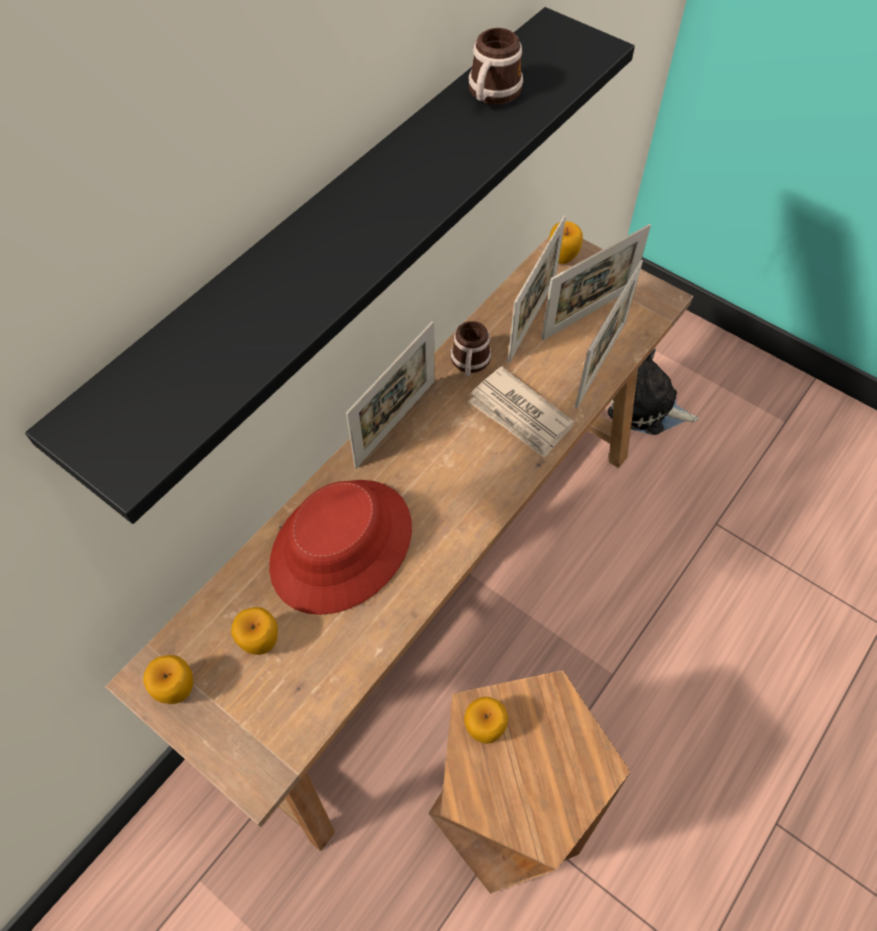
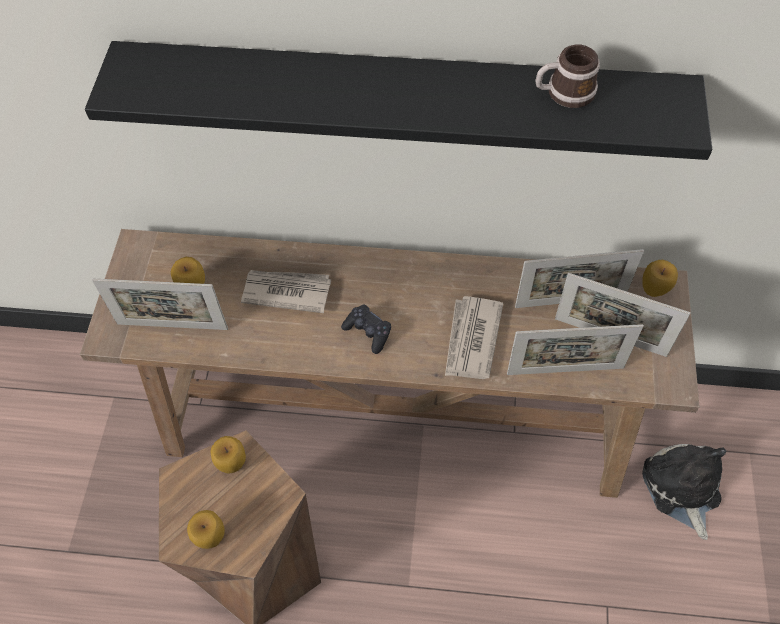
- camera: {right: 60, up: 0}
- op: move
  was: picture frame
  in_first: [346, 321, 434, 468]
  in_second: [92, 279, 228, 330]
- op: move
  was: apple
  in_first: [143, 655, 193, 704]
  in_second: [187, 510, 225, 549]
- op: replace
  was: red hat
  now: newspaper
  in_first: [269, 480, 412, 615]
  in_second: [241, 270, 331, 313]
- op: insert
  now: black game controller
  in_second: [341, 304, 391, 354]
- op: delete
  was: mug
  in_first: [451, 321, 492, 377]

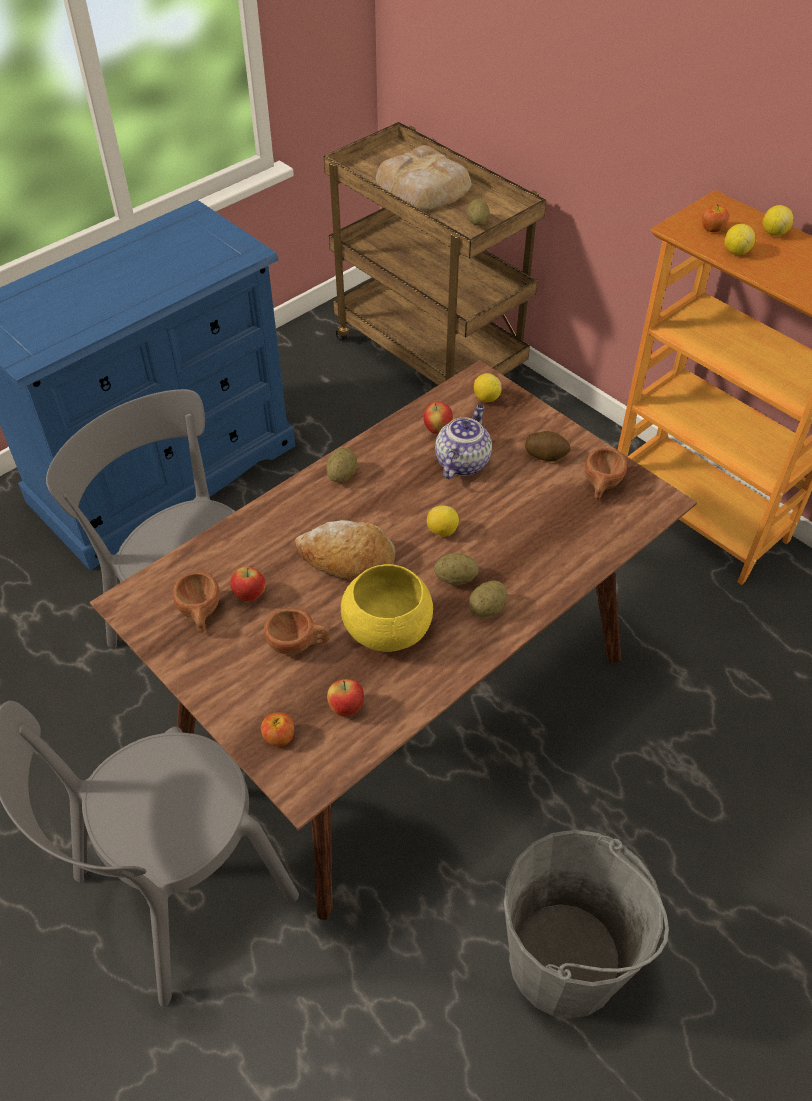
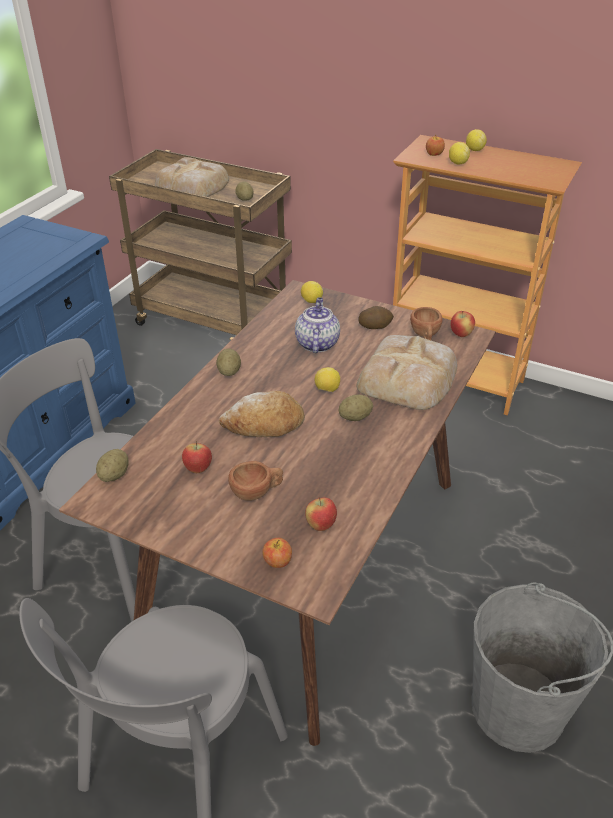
- camera: {right: -20, up: -10}
- op: move
  was: potato
  in_first: [469, 580, 507, 617]
  in_second: [96, 449, 129, 482]
- op: insert
  now: bread
  in_second: [357, 335, 457, 410]
- op: move
  was: apple
  in_first: [423, 401, 453, 434]
  in_second: [450, 311, 475, 337]
- op: delete
  was: brown cup
  in_first: [173, 572, 220, 633]
- op: delete
  was: yellow bowl
  in_first: [341, 564, 433, 652]

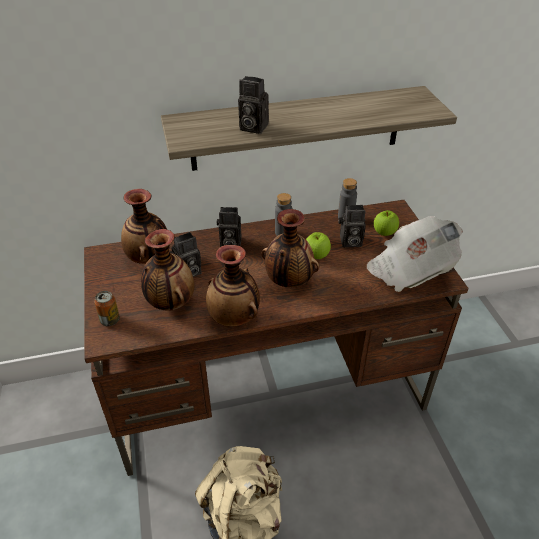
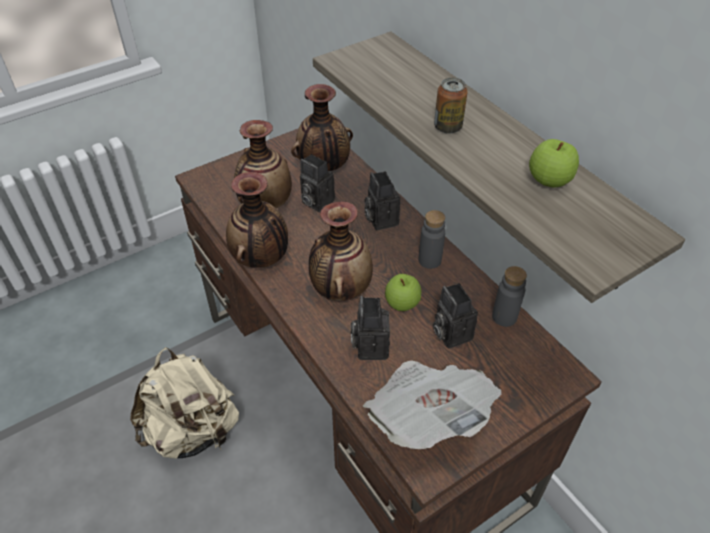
- camera: {right: 70, up: 5}
- op: move
  was: photo camera
  in_first: [238, 76, 269, 134]
  in_second: [351, 295, 390, 360]
- op: move
  was: can
  in_first: [94, 291, 120, 326]
  in_second: [434, 77, 468, 134]
- op: move
  was: apple
  in_first: [374, 210, 399, 236]
  in_second: [529, 139, 579, 187]

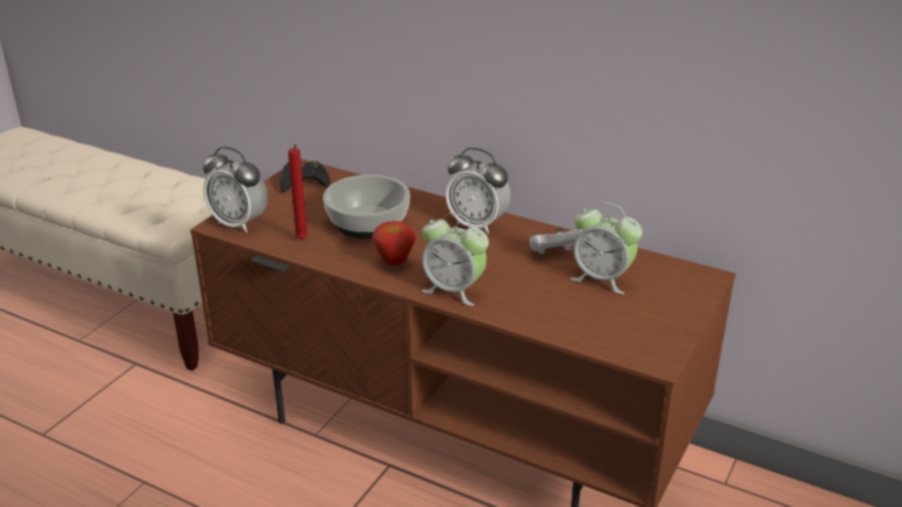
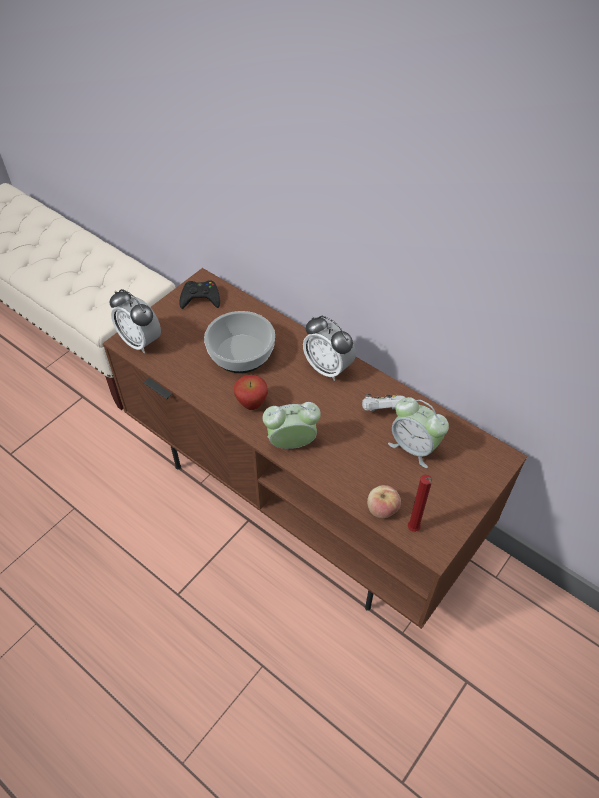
- camera: {right: 10, up: 20}
- op: rotate
  was: alarm clock
  in_first: [421, 213, 489, 306]
  in_second: [263, 402, 321, 449]
  clockwise: 135
- op: insert
  now: apple
  in_second: [367, 485, 401, 518]
- op: move
  was: red candle
  in_first: [288, 144, 309, 240]
  in_second: [408, 475, 432, 532]

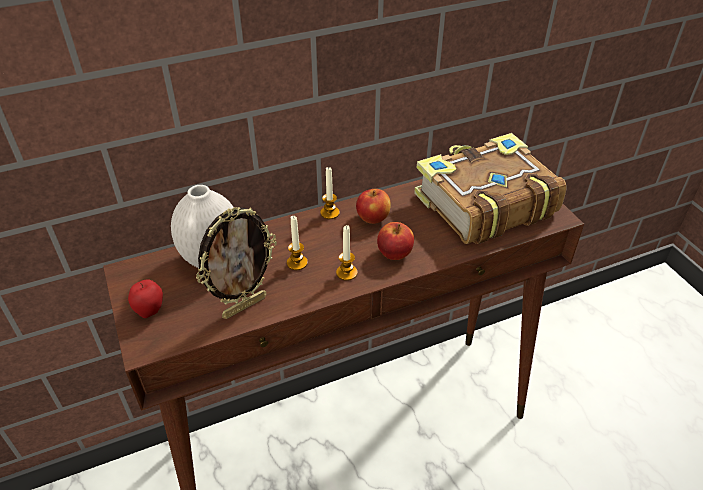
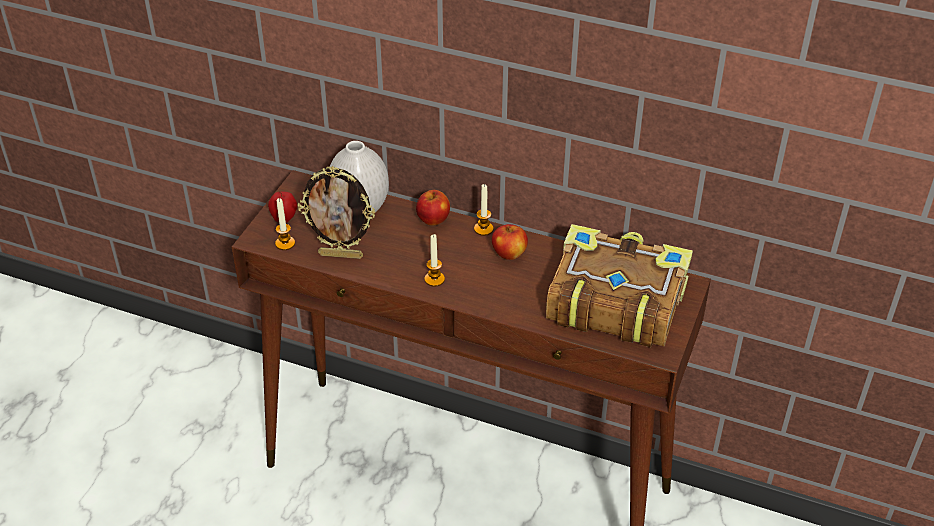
- camera: {right: 45, up: 0}
- op: move
  was: candle
  in_first: [287, 216, 308, 270]
  in_second: [275, 198, 295, 250]
- op: move
  was: apple
  in_first: [377, 222, 414, 260]
  in_second: [416, 190, 450, 226]

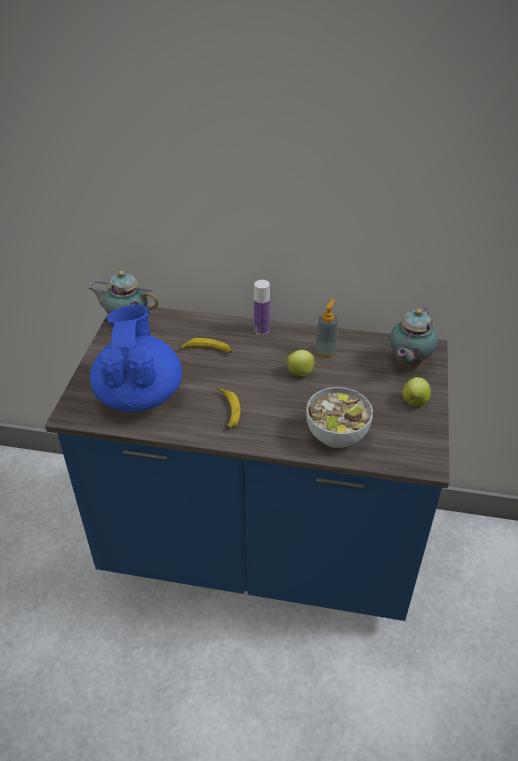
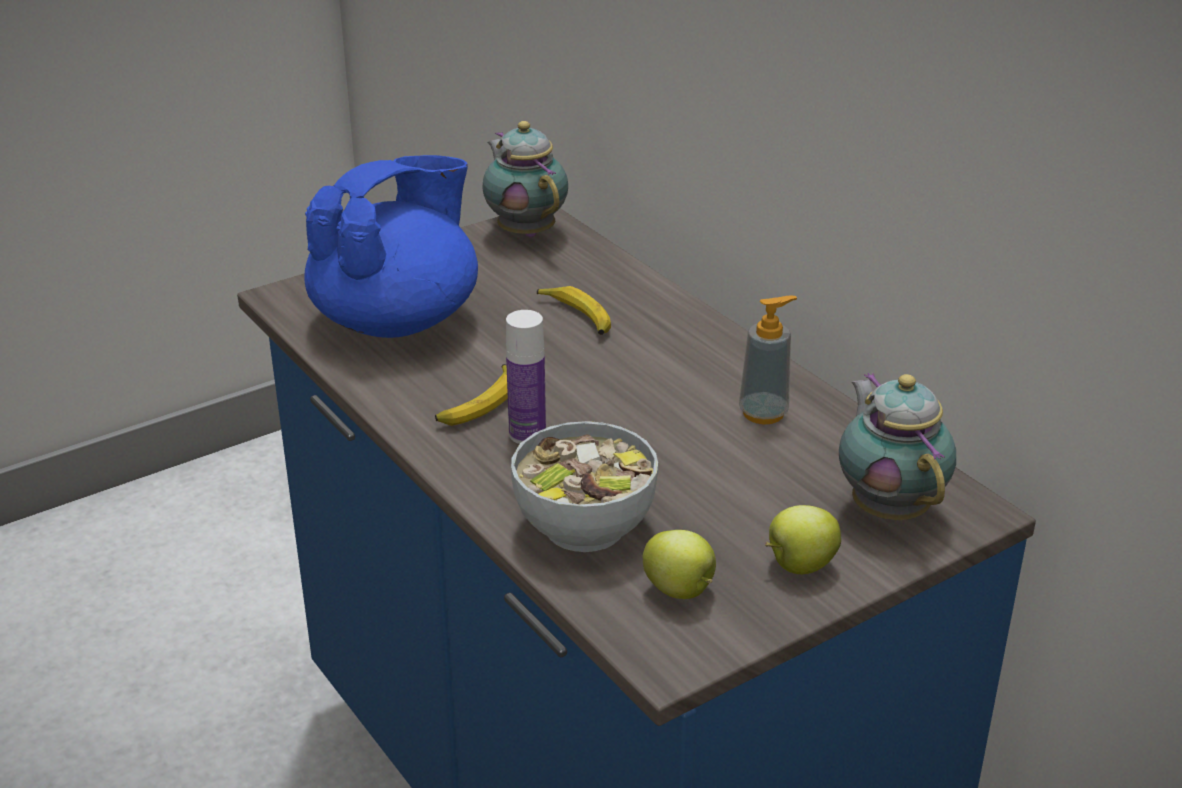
- camera: {right: 45, up: -10}
- op: move
  was: bottle
  in_first: [254, 280, 270, 335]
  in_second: [506, 310, 546, 444]
- op: move
  was: apple
  in_first: [286, 350, 317, 376]
  in_second: [643, 530, 716, 599]
- op: rotate
  was: teapot
  in_first: [390, 307, 438, 367]
  in_second: [839, 373, 956, 520]
  clockwise: 90

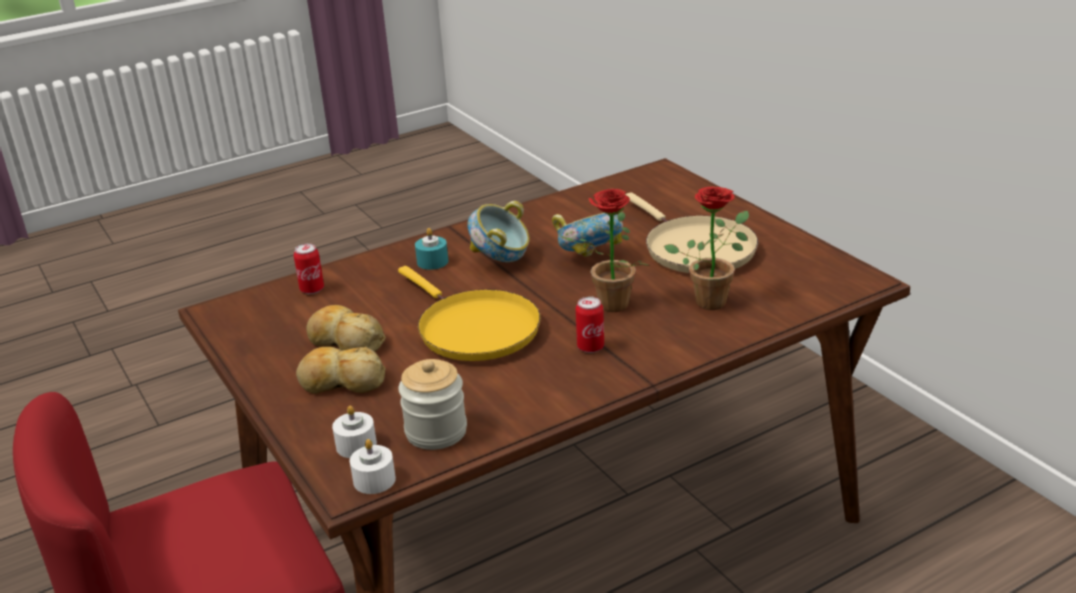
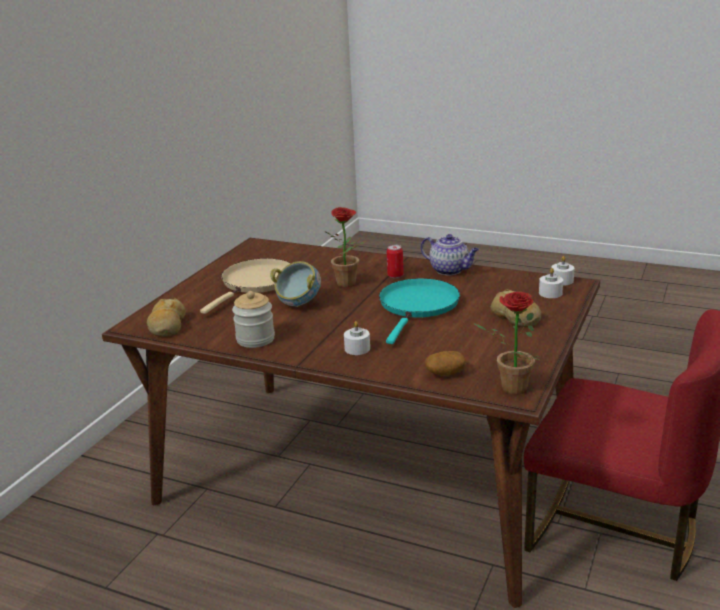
- camera: {right: -125, up: -5}
- op: move
  was: bread
  in_first: [307, 305, 386, 352]
  in_second: [147, 297, 186, 337]
- op: move
  was: jar
  in_first: [398, 359, 467, 450]
  in_second: [232, 291, 275, 348]
- op: recolor
  was: turquoise candle
  now: white candle
  in_first: [415, 228, 448, 270]
  in_second: [344, 321, 370, 355]
- op: recolor
  was: yellow frying pan
  now: turquoise frying pan
  in_first: [398, 266, 541, 361]
  in_second: [379, 278, 460, 344]
- op: insert
  now: teapot
  in_second: [421, 234, 479, 275]
- op: replace
  was: can
  now: potato
  in_first: [294, 243, 324, 294]
  in_second: [425, 351, 466, 376]
- op: move
  was: potted plant
  in_first: [664, 187, 749, 310]
  in_second: [473, 292, 540, 395]
- op: delete
  was: bowl
  in_first: [467, 201, 530, 262]

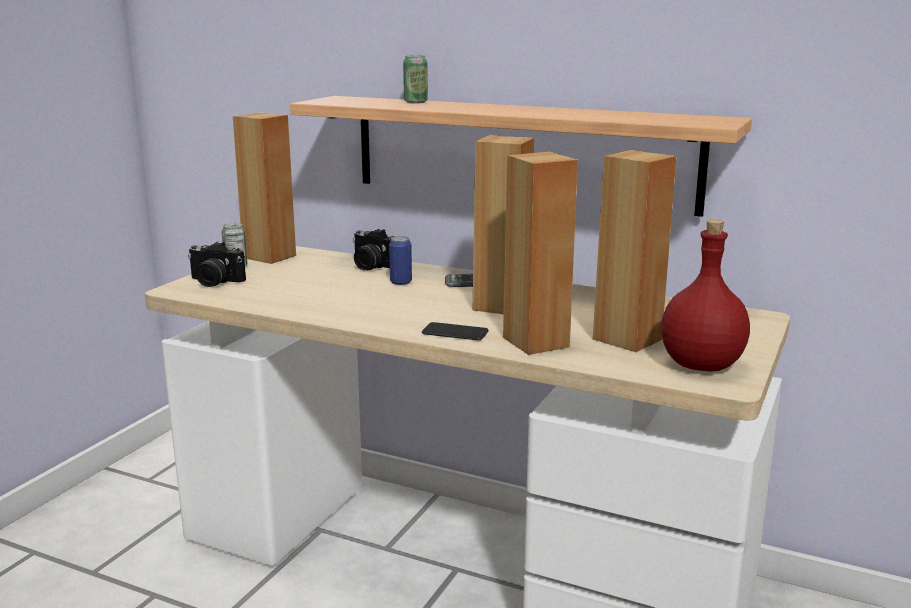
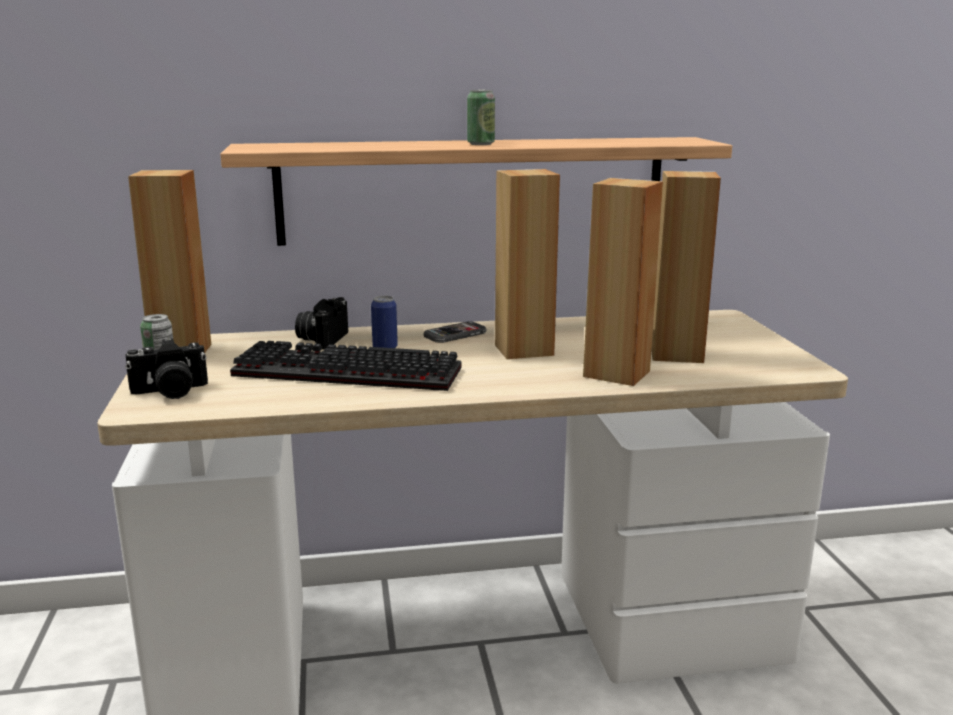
- camera: {right: -35, up: 0}
- op: insert
  now: keyboard
  in_second: [230, 341, 461, 391]
- op: rotate
  was: photo camera
  in_first: [353, 229, 394, 270]
  in_second: [295, 297, 348, 350]
  clockwise: 105
- op: move
  was: can
  in_first: [403, 55, 428, 104]
  in_second: [467, 89, 495, 145]
- op: delete
  was: phone
  in_first: [422, 322, 489, 340]
- op: delete
  was: red bottle
  in_first: [661, 219, 750, 371]

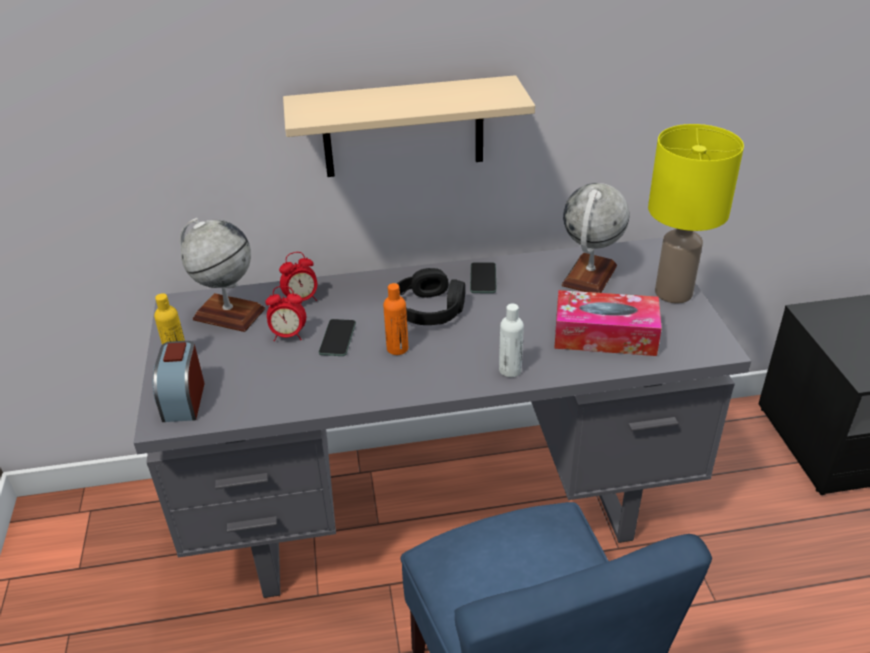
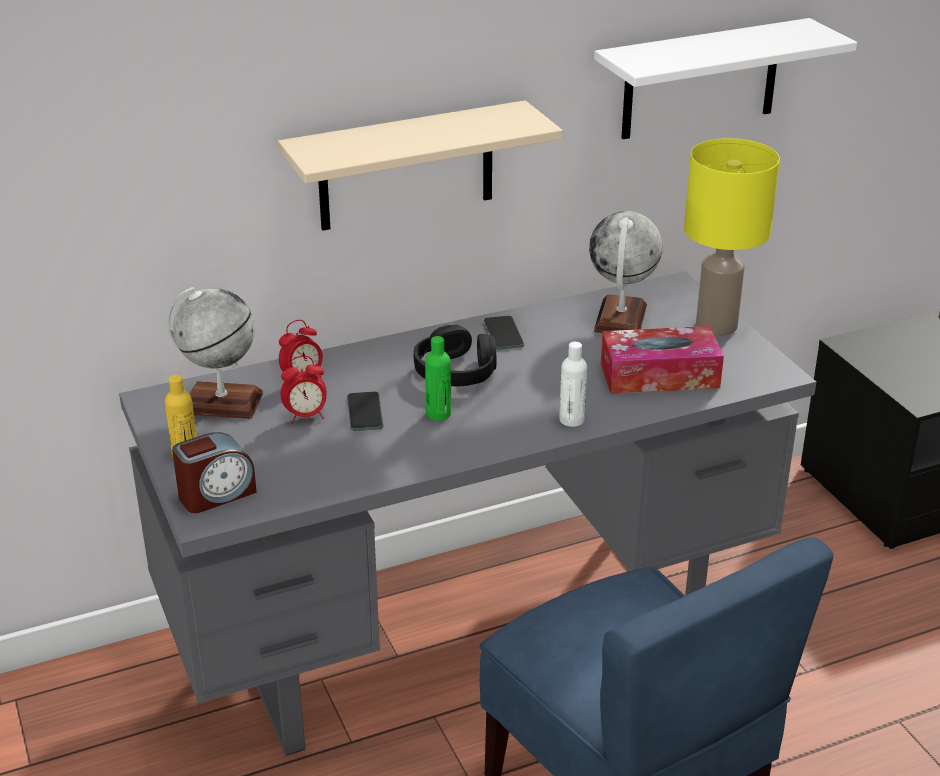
- camera: {right: -15, up: -5}
- op: rotate
  was: alarm clock
  in_first: [153, 341, 204, 422]
  in_second: [172, 432, 257, 513]
  clockwise: -105
- op: recolor
  was: orange bottle
  now: green bottle
  in_first: [383, 283, 408, 355]
  in_second: [425, 336, 451, 421]
- op: insert
  now: white shelf
  in_second: [594, 18, 857, 139]

